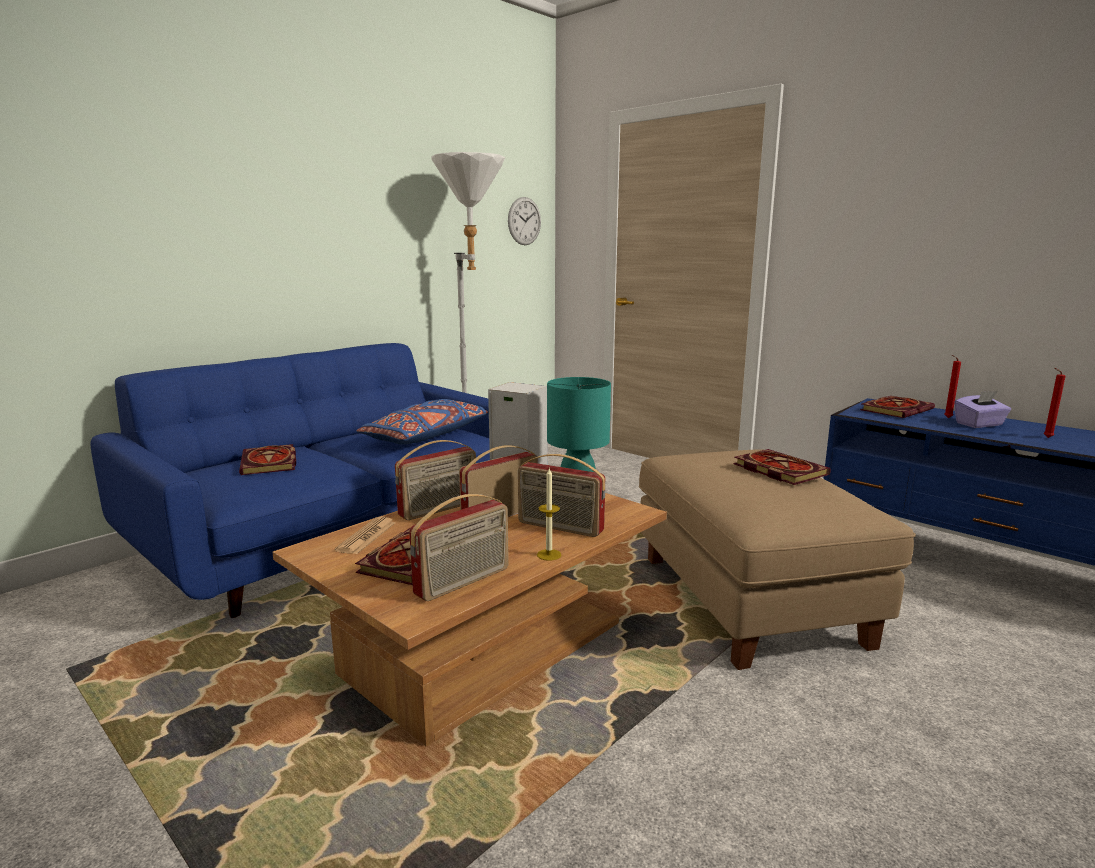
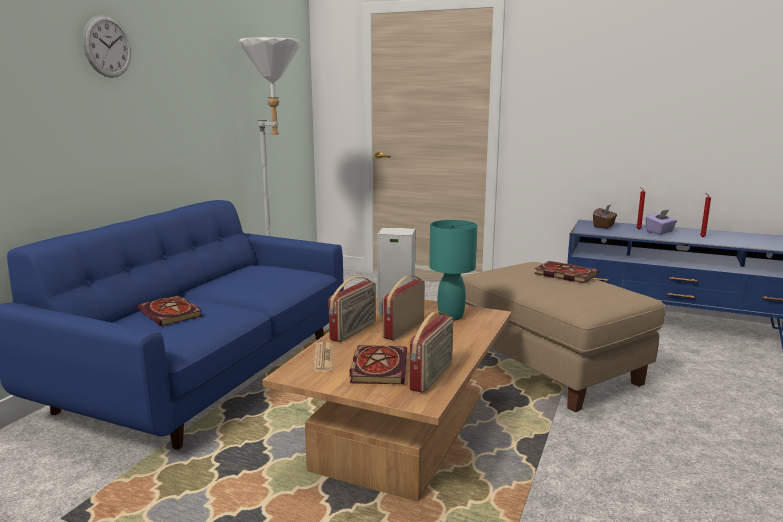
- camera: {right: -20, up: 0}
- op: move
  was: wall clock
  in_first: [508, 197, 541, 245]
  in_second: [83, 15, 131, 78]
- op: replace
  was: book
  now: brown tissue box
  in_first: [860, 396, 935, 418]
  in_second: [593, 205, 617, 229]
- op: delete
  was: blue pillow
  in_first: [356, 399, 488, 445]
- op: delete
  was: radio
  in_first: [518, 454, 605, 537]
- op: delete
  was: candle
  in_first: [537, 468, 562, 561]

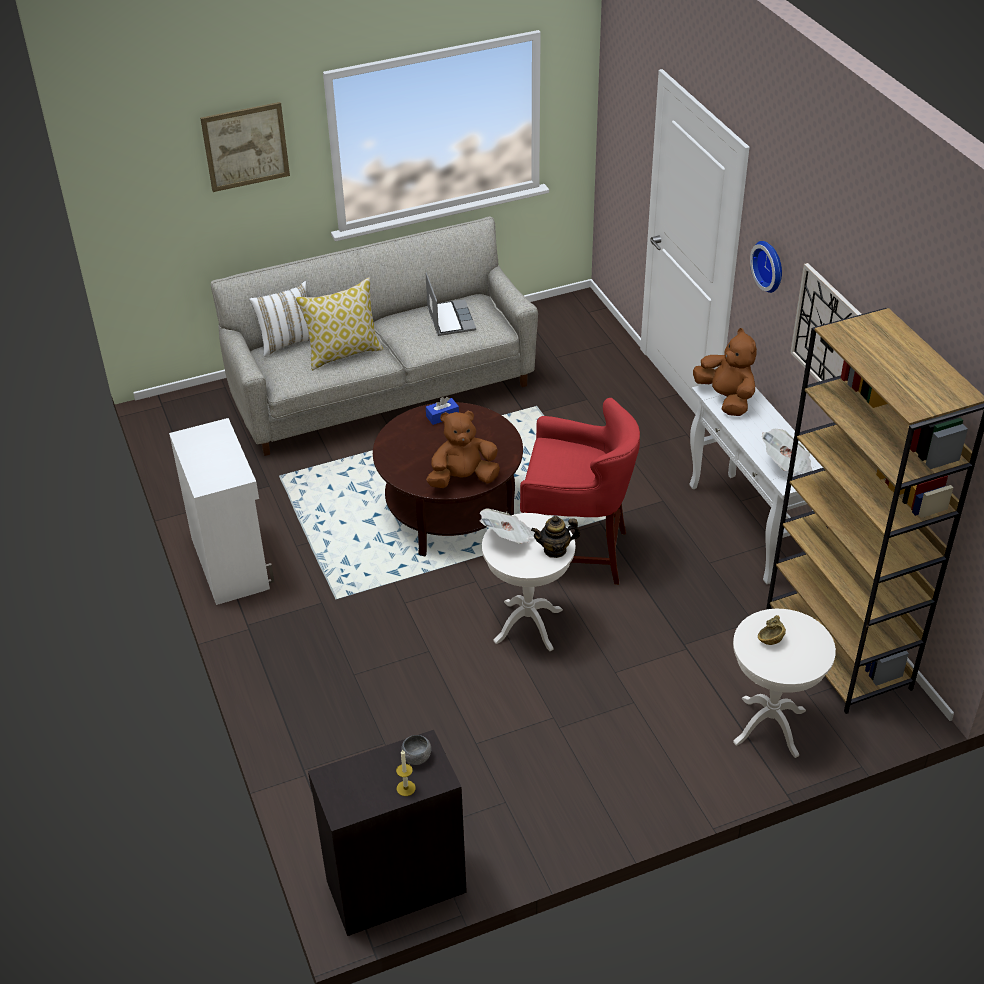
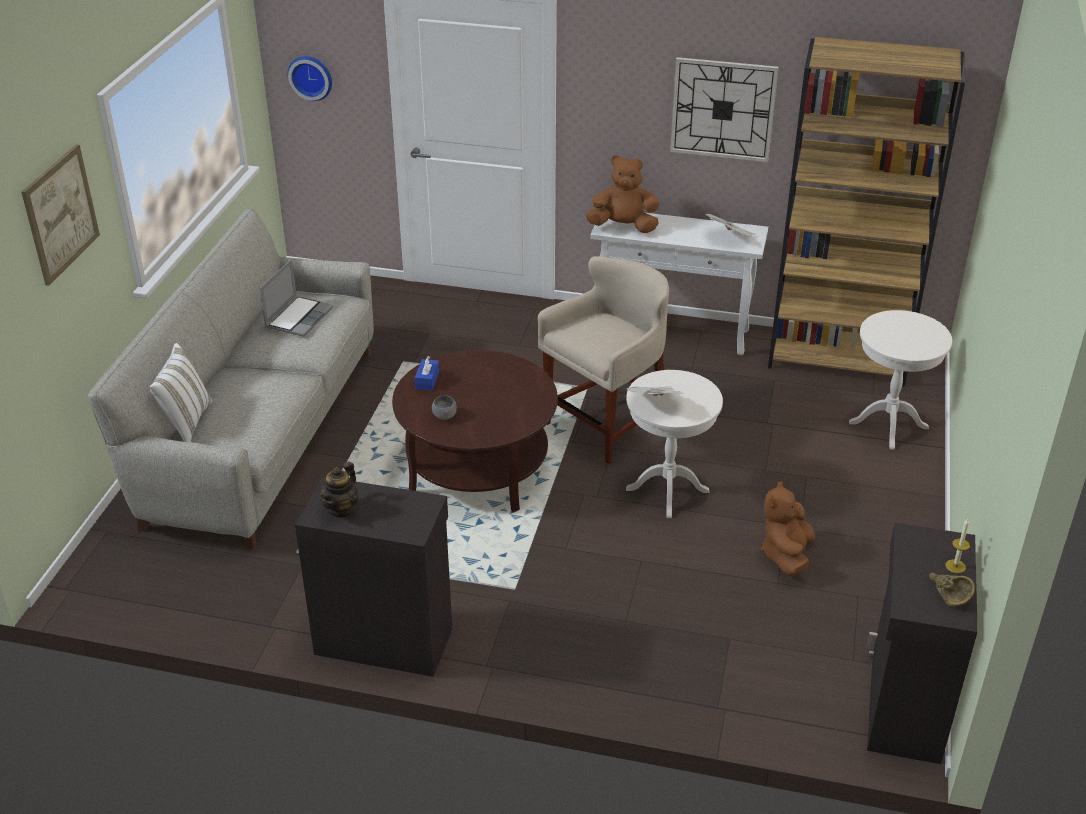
- camera: {right: -55, up: -5}
- op: rotate
  was: laptop
  in_first: [426, 273, 476, 336]
  in_second: [260, 259, 334, 337]
  clockwise: 90
- op: move
  was: wall clock
  in_first: [750, 241, 782, 293]
  in_second: [288, 56, 332, 101]
- op: recolor
  was: white cabinet
  now: black cabinet
  in_first: [169, 418, 274, 605]
  in_second: [295, 476, 452, 677]
- op: move
  was: teapot
  in_first: [531, 516, 580, 558]
  in_second: [320, 461, 358, 519]
- op: move
  was: grey bowl
  in_first: [401, 735, 431, 765]
  in_second: [432, 395, 457, 420]
- op: recolor
  was: red stool
  now: beige stool
  in_first: [520, 398, 640, 585]
  in_second: [538, 256, 669, 464]
- op: move
  was: brown plush toy
  in_first: [426, 410, 500, 488]
  in_second: [761, 481, 815, 576]
- op: move
  was: brown bowl
  in_first: [758, 615, 786, 645]
  in_second: [929, 573, 975, 607]
- op: delete
  was: pillow
  in_first: [296, 277, 384, 370]

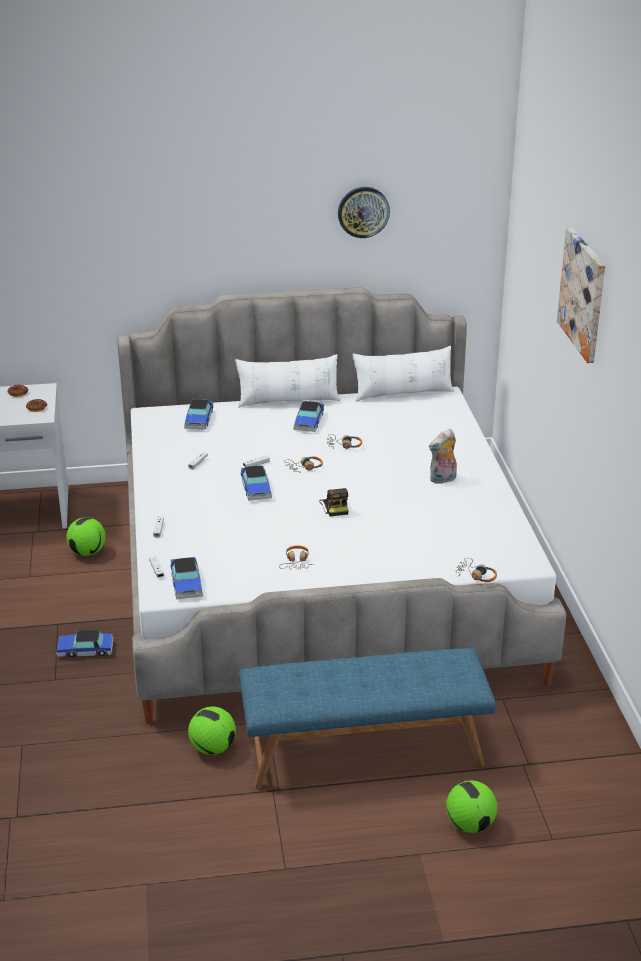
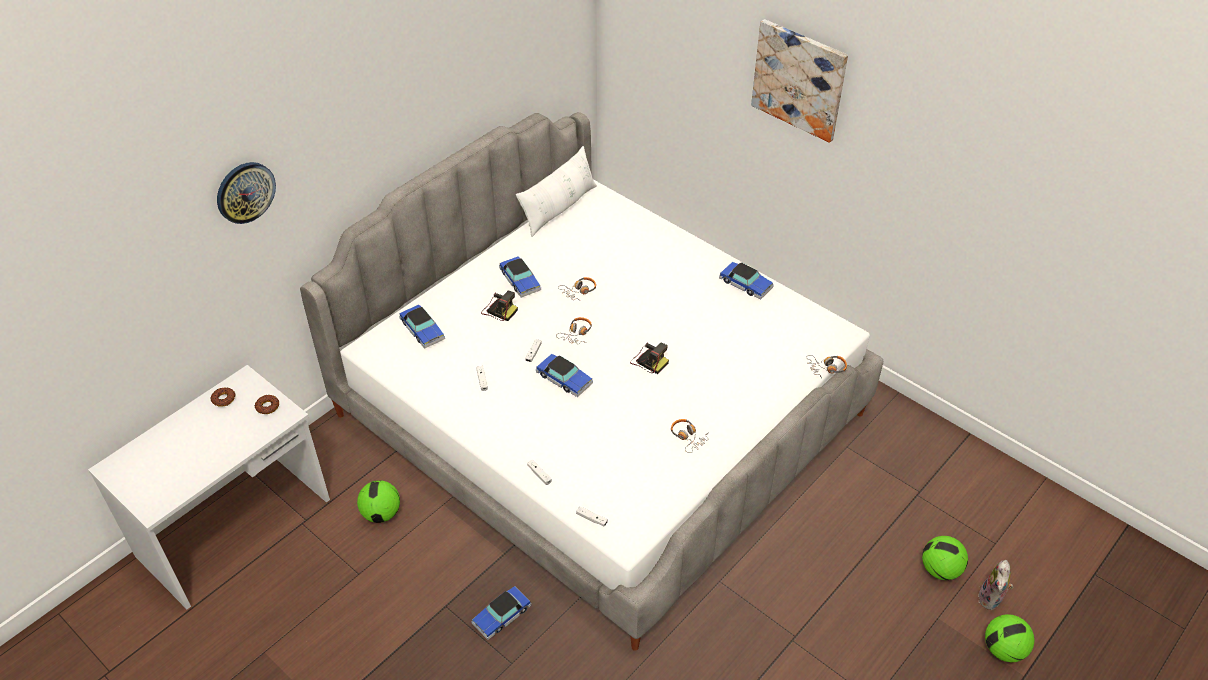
- camera: {right: -40, up: 15}
- op: move
  was: wall clock
  in_first: [338, 187, 390, 238]
  in_second: [217, 162, 276, 224]
- op: insert
  now: photo camera
  in_second: [481, 291, 518, 321]
- op: move
  was: toy car
  in_first: [170, 557, 203, 599]
  in_second: [719, 262, 774, 299]
- op: move
  was: plush toy
  in_first: [429, 429, 457, 484]
  in_second: [978, 560, 1013, 610]
- op: move
  was: football
  in_first: [188, 706, 236, 755]
  in_second: [985, 614, 1034, 662]
- op: delete
  was: white pillow
  in_first: [235, 354, 340, 408]
- op: delete
  was: blue bench
  in_first: [239, 648, 496, 789]

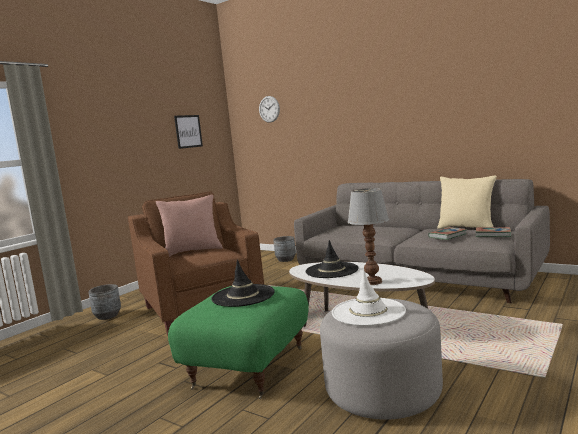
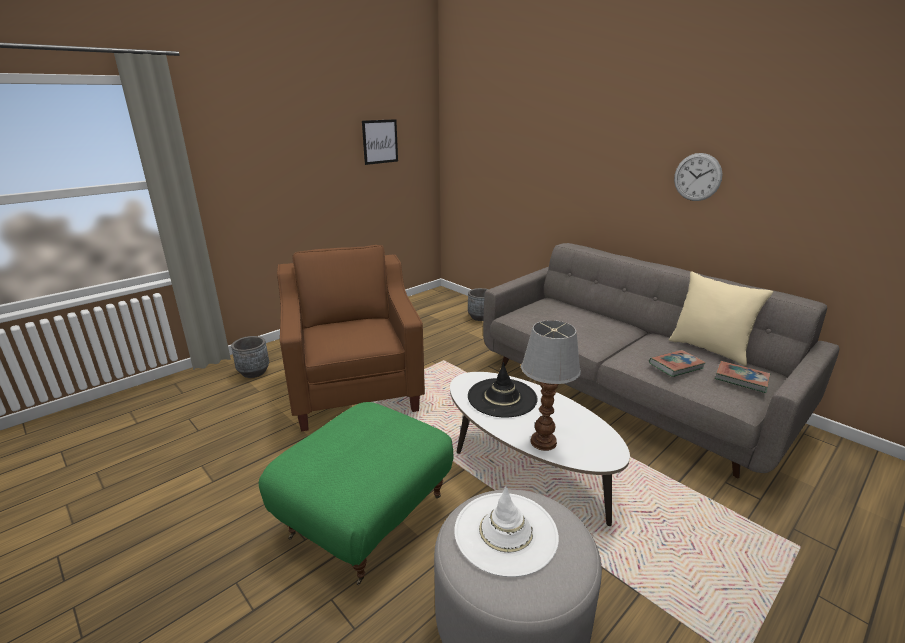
- camera: {right: 10, up: 15}
- op: move
  was: wall clock
  in_first: [259, 96, 280, 123]
  in_second: [674, 153, 723, 201]
- op: delete
  was: pink pillow
  in_first: [156, 195, 223, 257]
- op: delete
  was: black hat
  in_first: [211, 259, 275, 307]

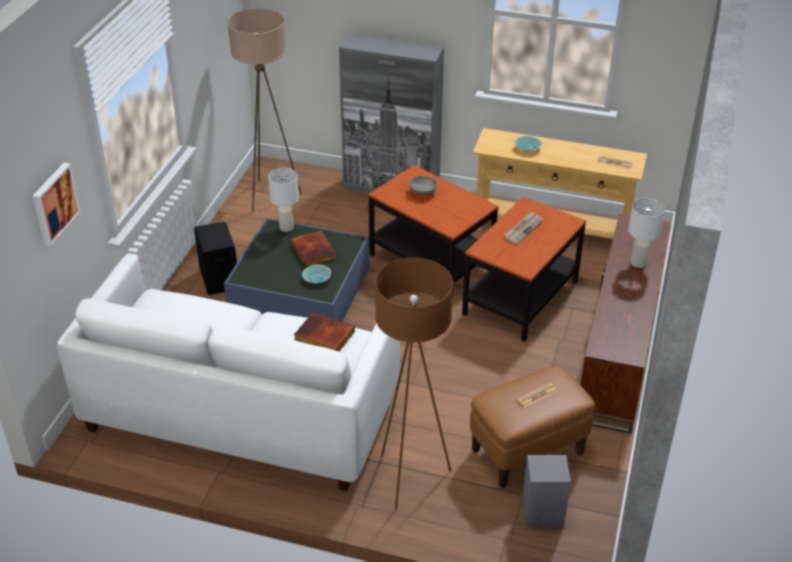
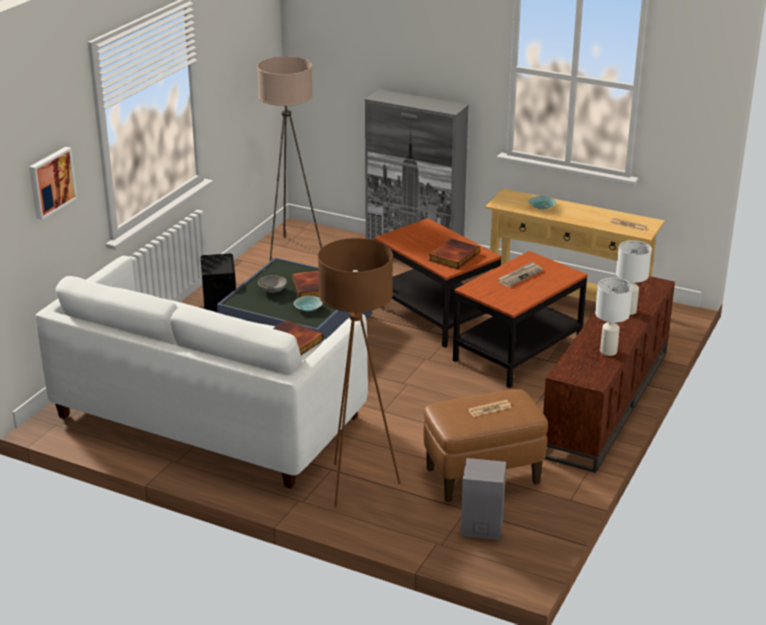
- camera: {right: 10, up: -10}
- op: move
  was: grey bowl
  in_first: [409, 176, 437, 195]
  in_second: [258, 275, 287, 293]
- op: insert
  now: book
  in_second: [429, 239, 480, 269]
- op: move
  was: white table lamp
  in_first: [268, 168, 299, 232]
  in_second: [595, 278, 633, 356]

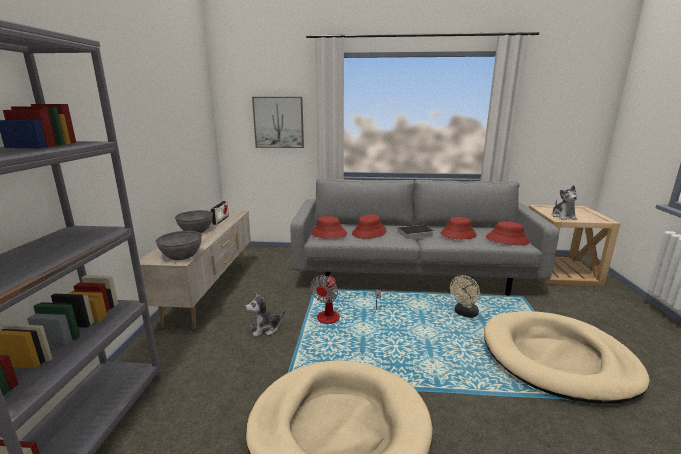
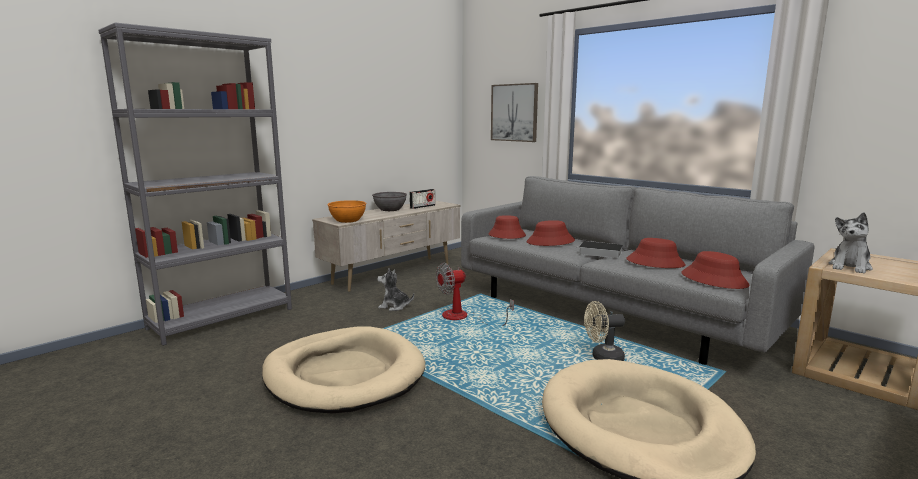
- camera: {right: 40, up: -5}
- op: recolor
  was: grey bowl
  now: orange bowl
  in_first: [156, 231, 202, 260]
  in_second: [327, 200, 367, 223]

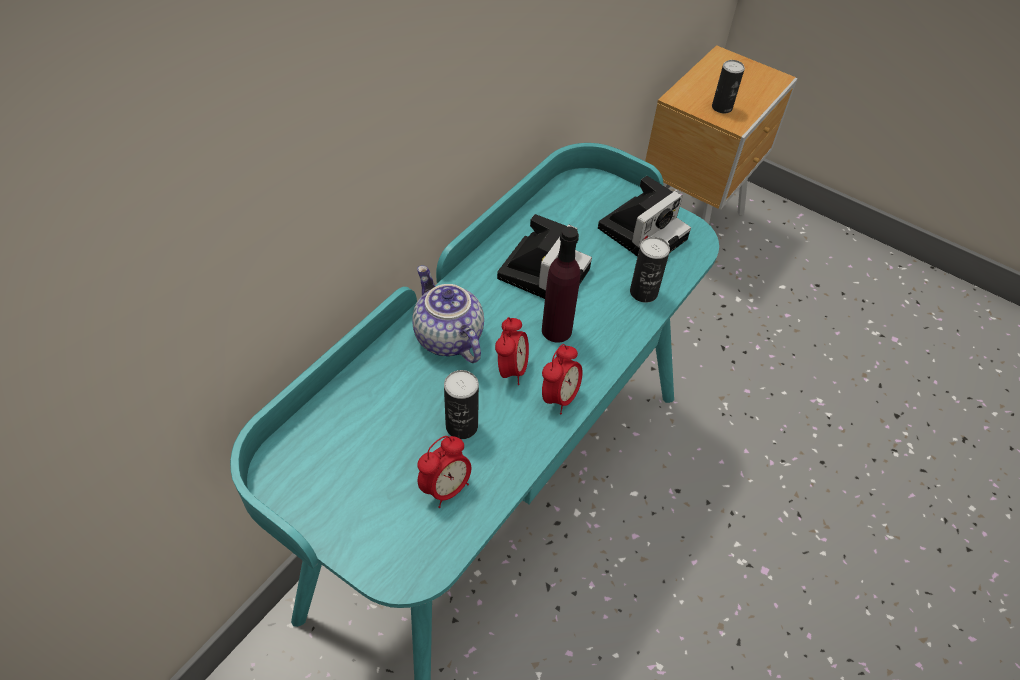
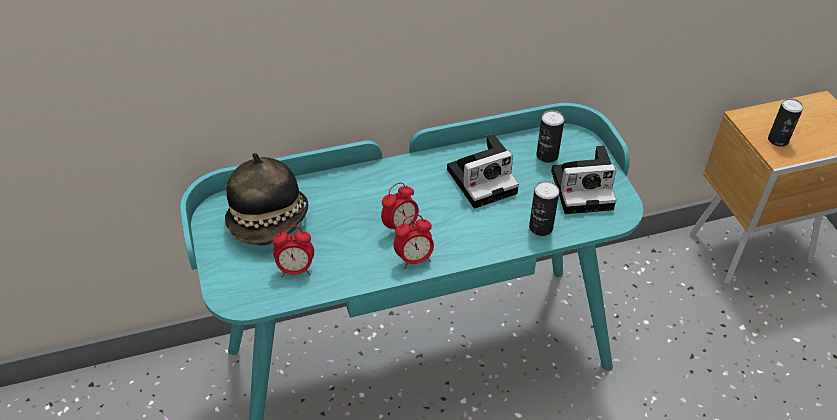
- camera: {right: 40, up: -5}
- op: insert
  now: hat
  in_second: [225, 153, 308, 245]
- op: move
  was: can
  in_first: [444, 370, 479, 439]
  in_second: [536, 110, 564, 163]
- op: delete
  was: teapot
  in_first: [412, 265, 484, 363]
- op: delete
  was: purple bottle
  in_first: [542, 226, 580, 343]

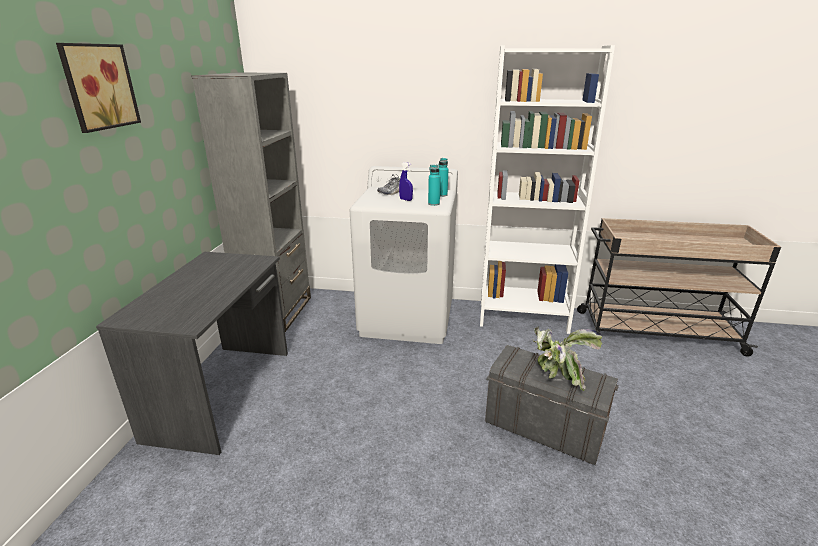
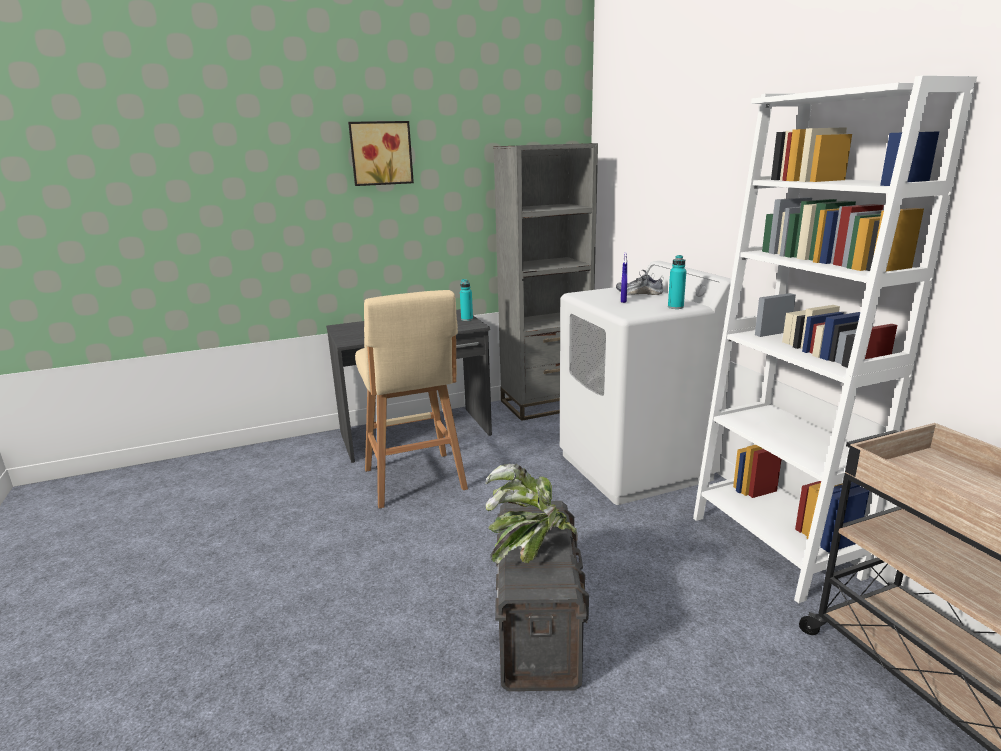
- camera: {right: 60, up: -5}
- op: insert
  now: beige stool
  in_second: [355, 290, 468, 509]
- op: move
  was: turquoise bottle
  in_first: [428, 165, 441, 206]
  in_second: [460, 279, 473, 321]

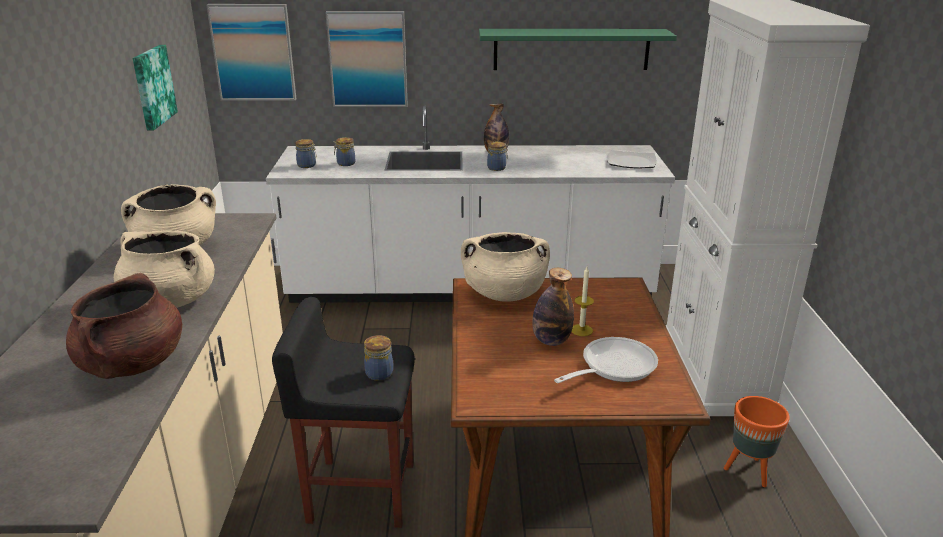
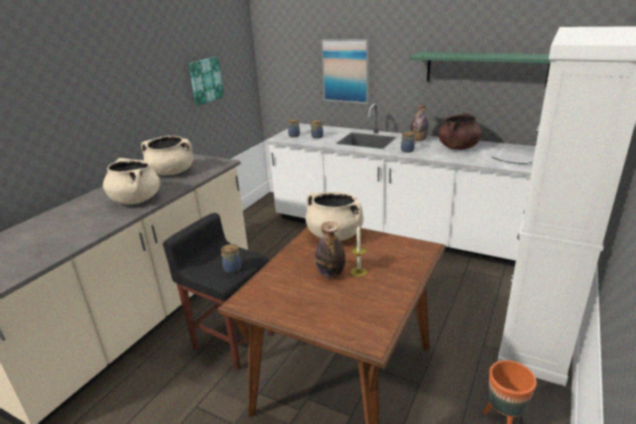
- camera: {right: 30, up: 0}
- op: move
  was: brown cooking pot
  in_first: [66, 273, 182, 379]
  in_second: [438, 113, 482, 150]
- op: delete
  was: picture
  in_first: [206, 4, 296, 101]
- op: delete
  was: frying pan
  in_first: [554, 337, 658, 383]

